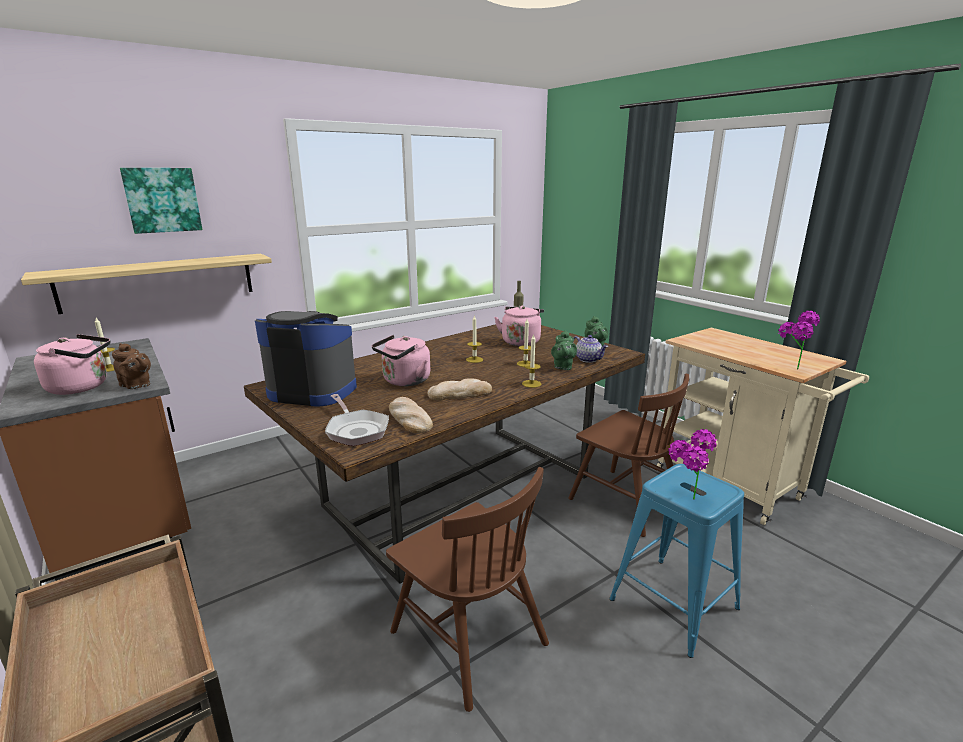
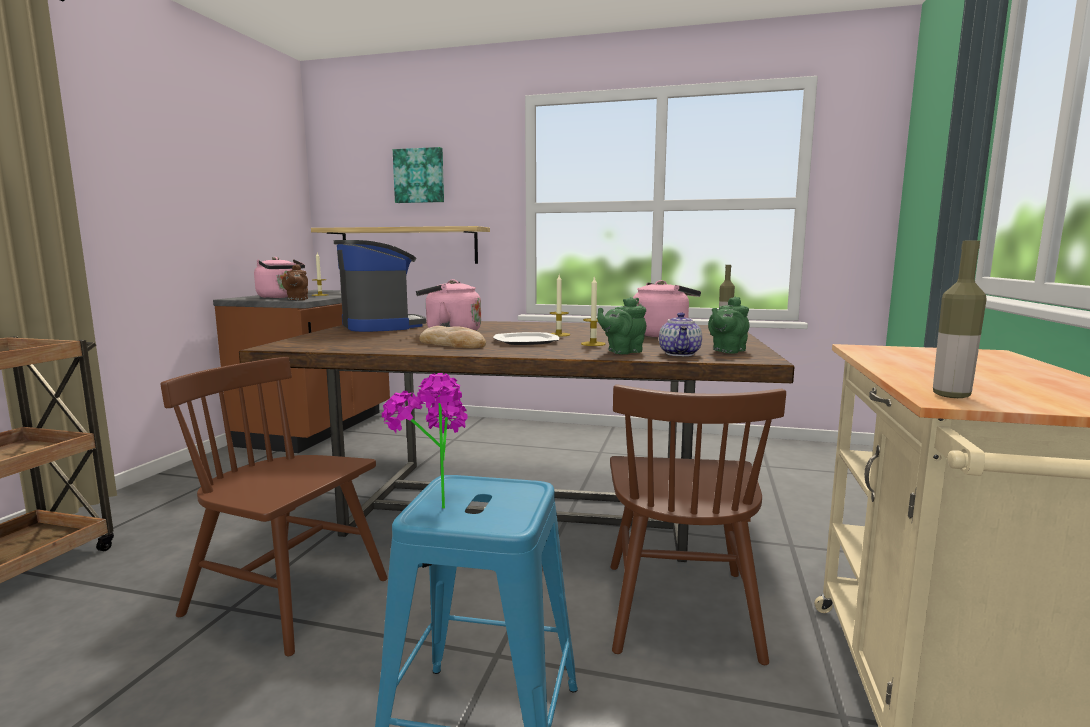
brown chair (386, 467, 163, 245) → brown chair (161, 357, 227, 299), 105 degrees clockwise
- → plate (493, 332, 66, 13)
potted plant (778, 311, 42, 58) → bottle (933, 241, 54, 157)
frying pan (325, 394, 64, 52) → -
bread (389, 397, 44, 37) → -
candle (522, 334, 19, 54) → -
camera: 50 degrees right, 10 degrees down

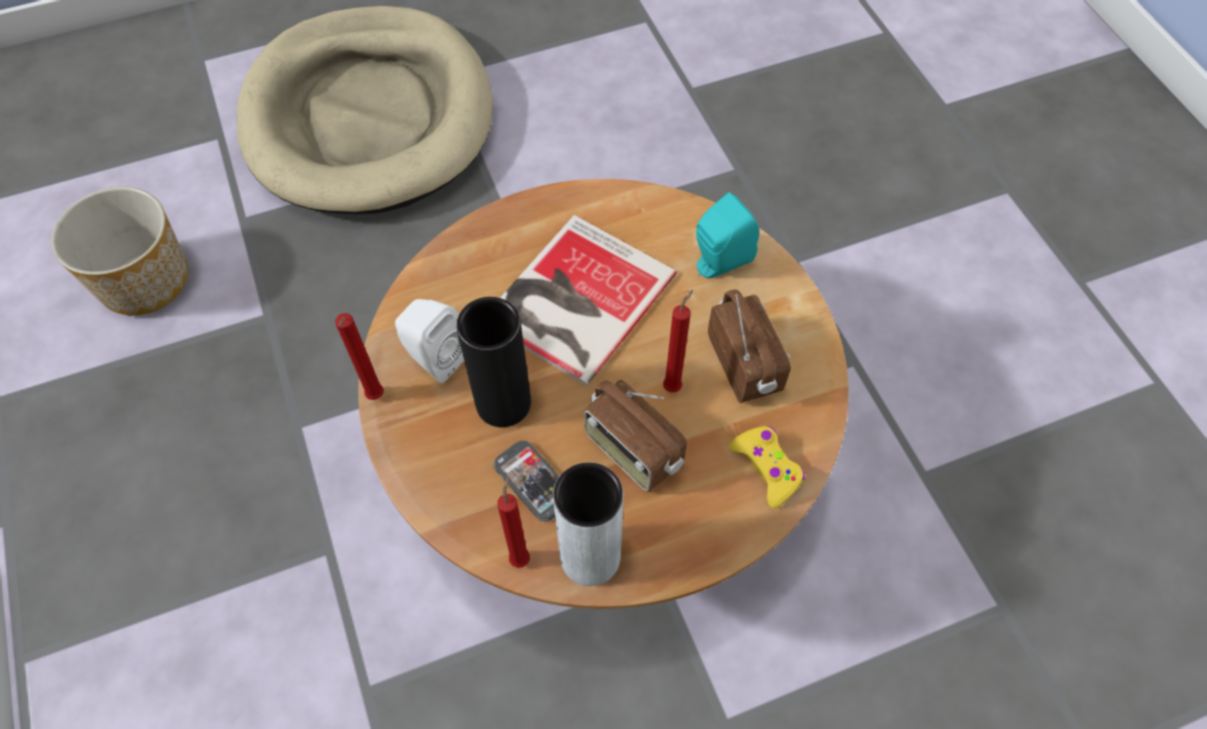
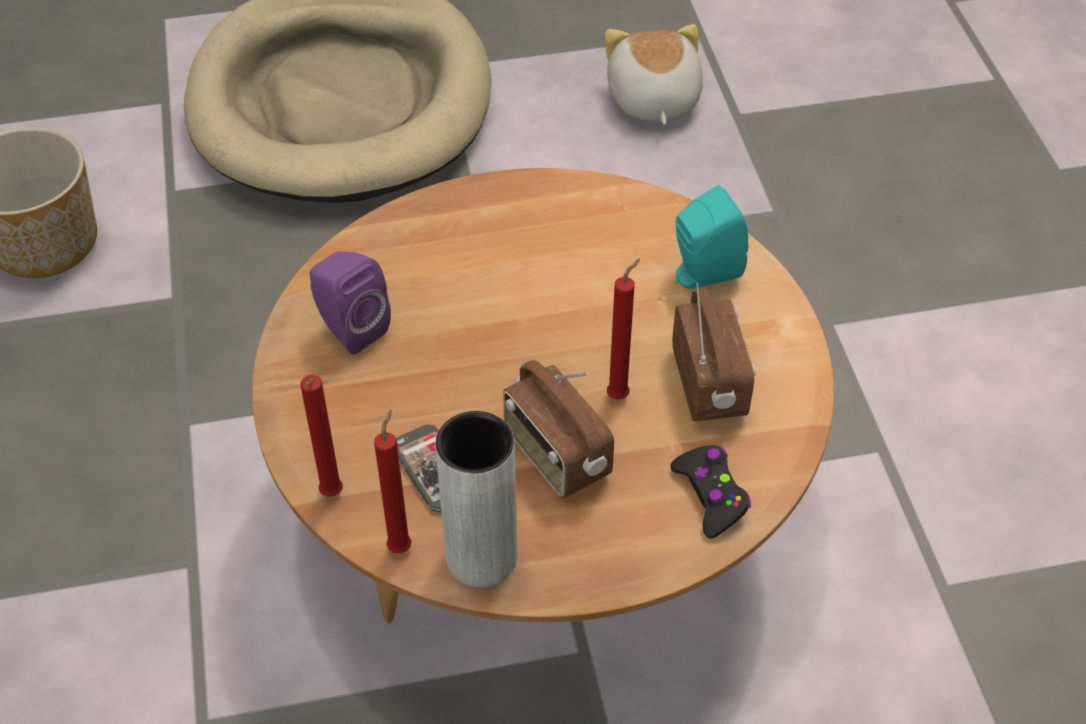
red candle (335, 313, 49, 87) → red candle (301, 375, 42, 122), moved
white speaker (395, 299, 69, 84) → purple speaker (310, 251, 81, 103)
- → plush toy (605, 24, 98, 101)
yellow game controller (729, 426, 76, 82) → black game controller (670, 445, 81, 94)
black vase (457, 297, 74, 130) → -
book (500, 215, 177, 171) → -
camera: 10 degrees right, 10 degrees down

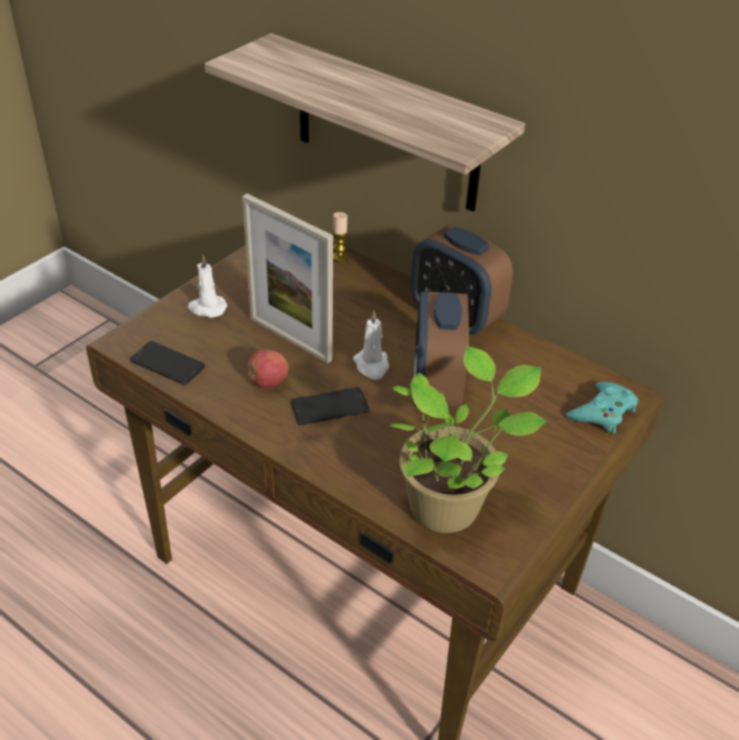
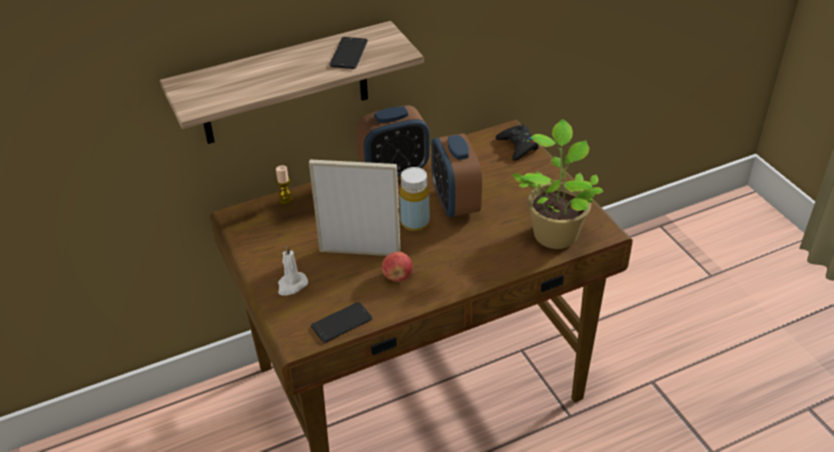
picture frame (242, 193, 91, 170) → picture frame (309, 159, 92, 97), 150 degrees counterclockwise
phone (291, 387, 79, 38) → phone (329, 37, 39, 32), moved
white candle (353, 310, 36, 70) → yellow bottle (400, 167, 30, 64)
alarm clock (413, 291, 56, 119) → alarm clock (431, 133, 51, 84), 45 degrees clockwise
turquoise game controller (566, 382, 72, 52) → black game controller (496, 124, 43, 37)
camera: 60 degrees left, 0 degrees up

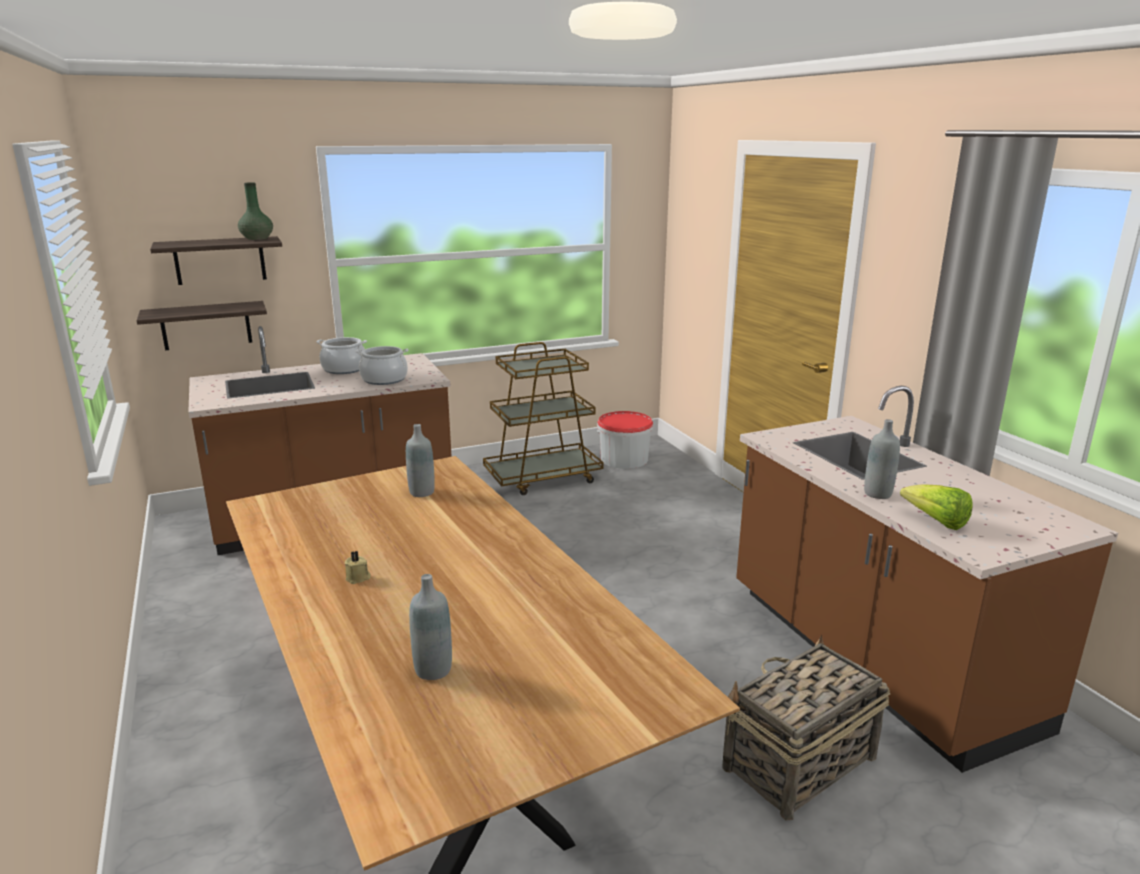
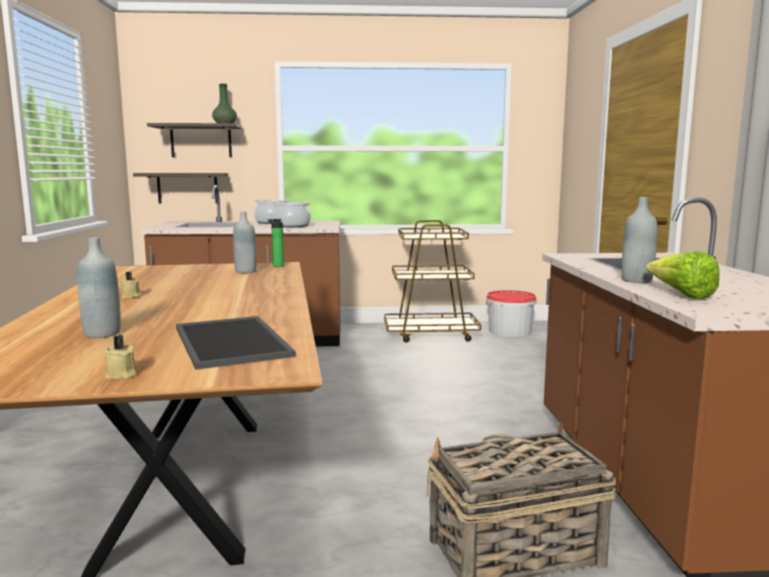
- → beige candle (105, 335, 32, 44)
- → tray (176, 316, 120, 54)
- → bottle (268, 219, 16, 48)
camera: 20 degrees right, 10 degrees down

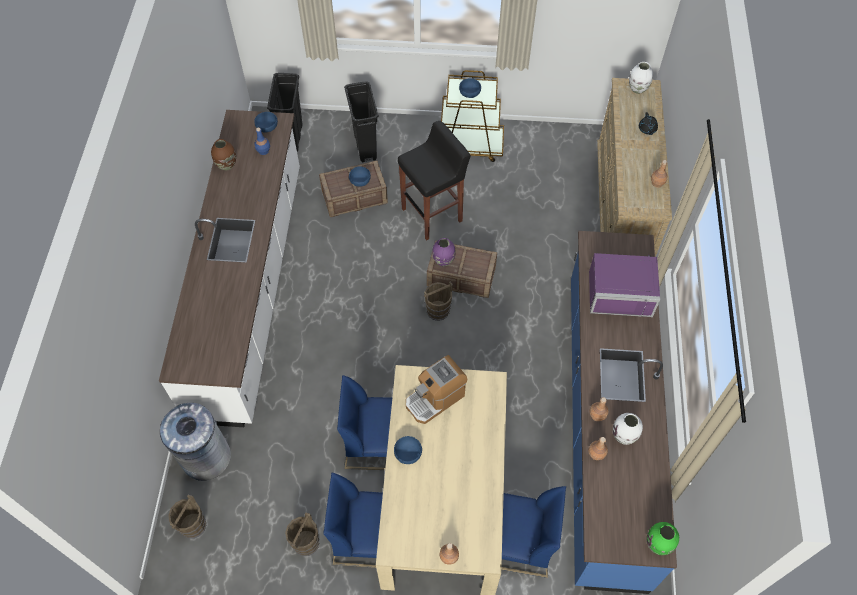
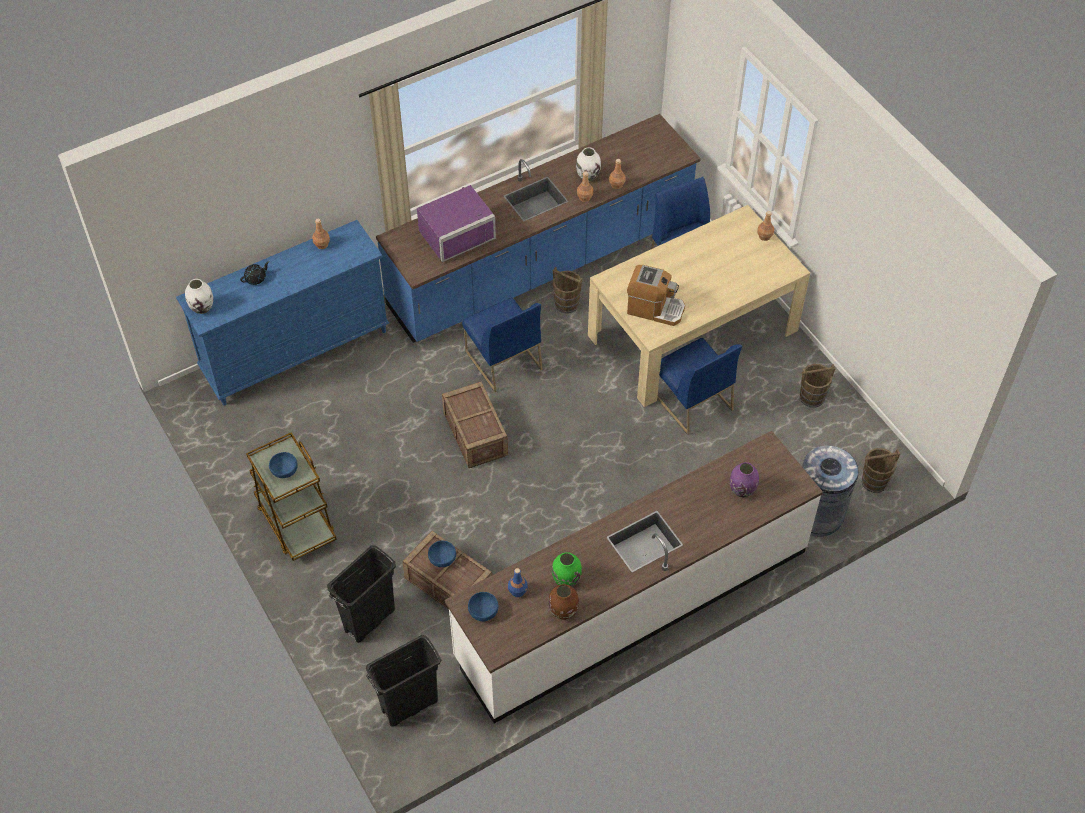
beige dresser (597, 78, 75, 179) → blue dresser (176, 220, 213, 185)
purple microwave (589, 253, 71, 64) → purple microwave (417, 185, 79, 77), 90 degrees clockwise
blue chair (323, 472, 60, 96) → blue chair (462, 298, 81, 94), moved
green vase (647, 522, 32, 33) → green vase (552, 552, 30, 35), moved
brown bucket (424, 281, 29, 40) → brown bucket (553, 267, 29, 46), moved
purple vase (432, 238, 24, 28) → purple vase (730, 462, 29, 36), moved
blue bowl (394, 436, 28, 28) → -
black stool (398, 121, 73, 119) → -
camera: 125 degrees left, 5 degrees down

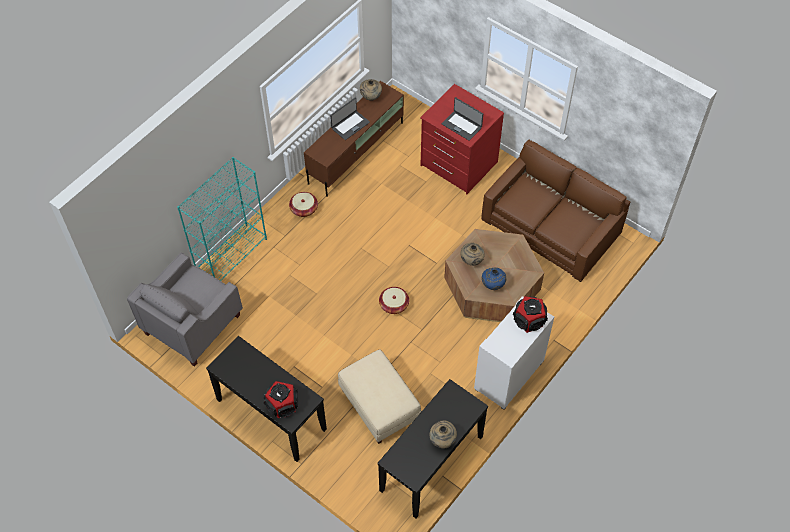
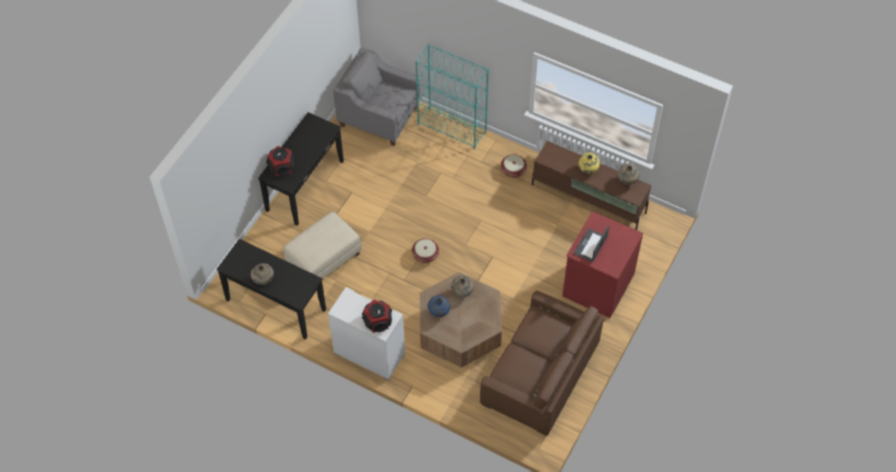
laptop (330, 98, 40, 42) → yellow vase (579, 152, 21, 22)
camera: 80 degrees right, 0 degrees up

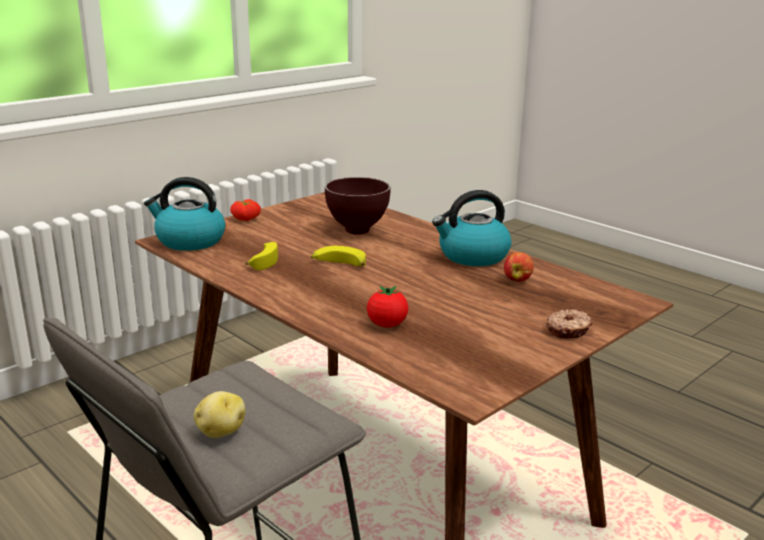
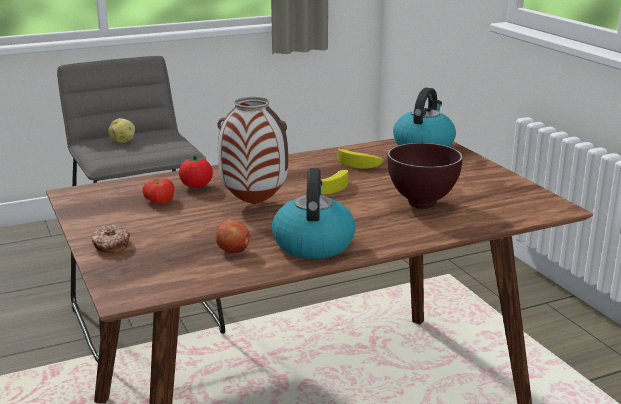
tomato (230, 199, 31, 22) → tomato (142, 178, 33, 26), moved
- → vase (218, 97, 70, 107)
camera: 110 degrees right, 0 degrees up

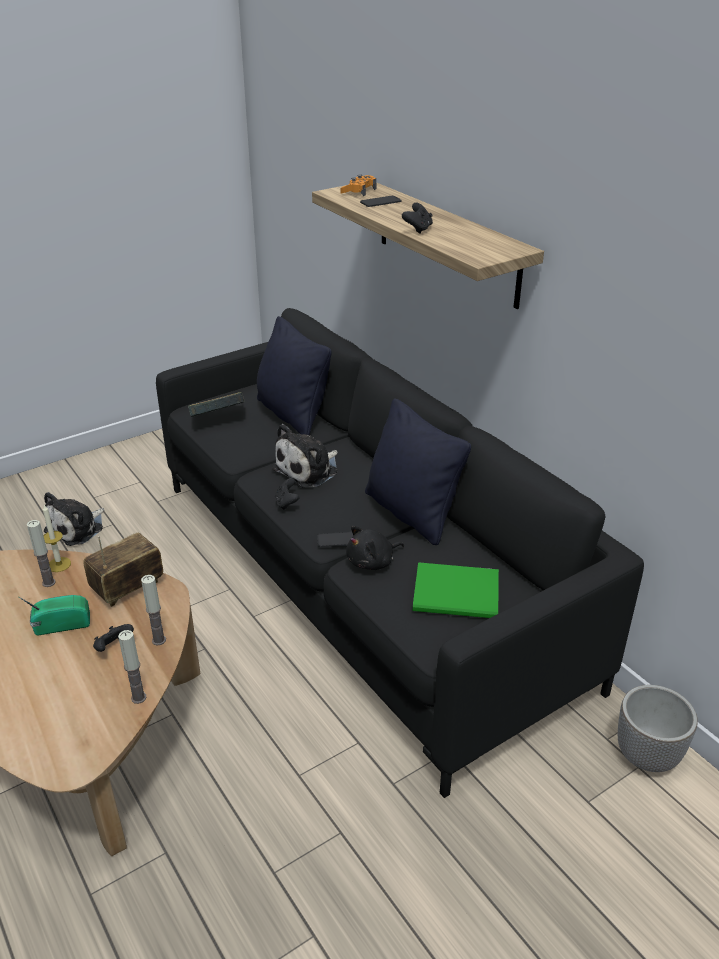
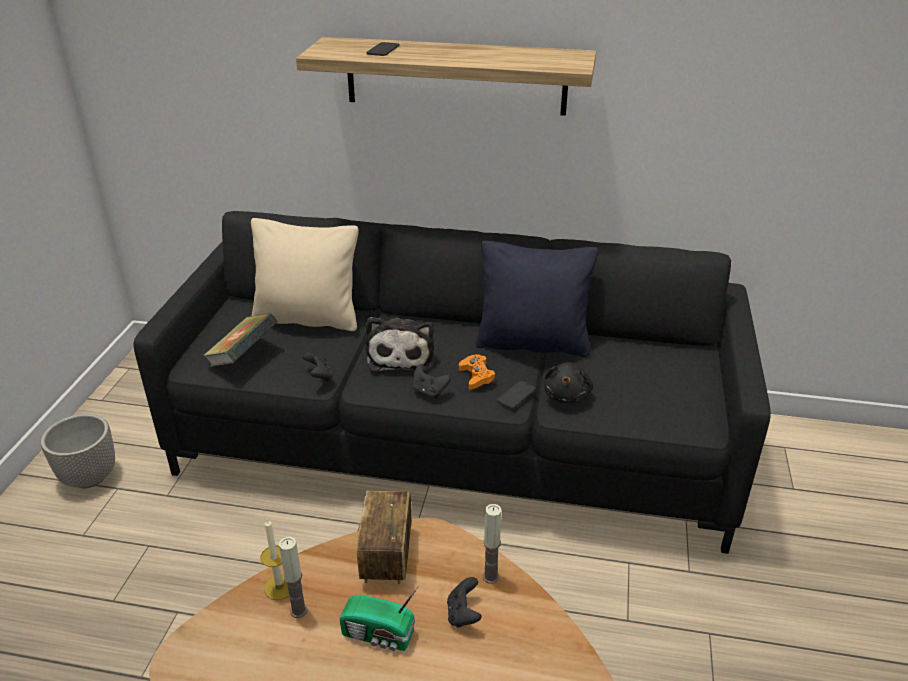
planter (618, 685, 80, 87) → planter (41, 414, 74, 74), moved
black pillow (257, 316, 75, 119) → beige pillow (251, 218, 108, 113)
black game controller (402, 203, 31, 31) → black game controller (302, 352, 31, 29), moved
radio (19, 595, 71, 40) → radio (340, 587, 78, 64), 105 degrees counterclockwise
orange game controller (340, 174, 37, 22) → orange game controller (459, 354, 37, 36), moved
plush toy (44, 492, 60, 54) → -
candle (118, 630, 28, 74) → -
green book (413, 562, 86, 56) → -
camera: 45 degrees left, 0 degrees up

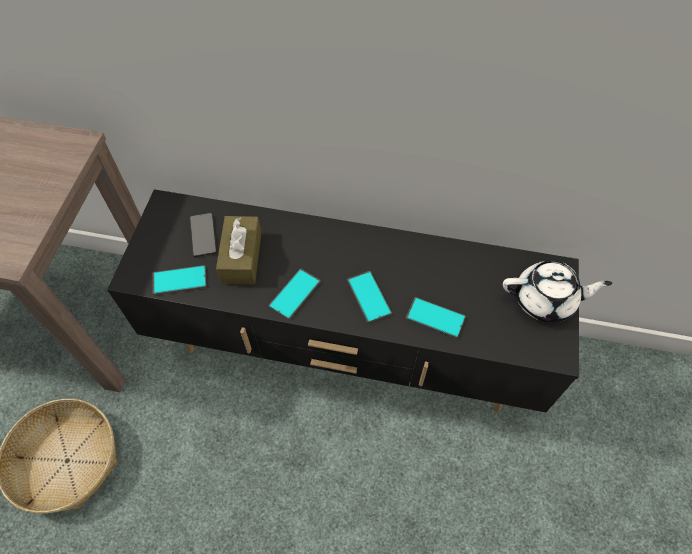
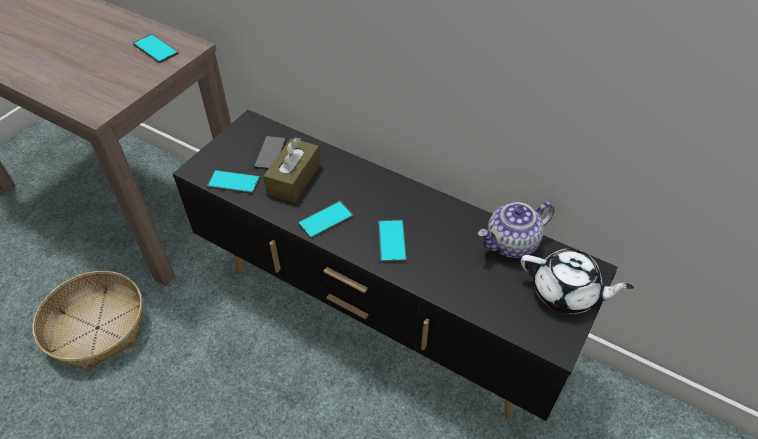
phone (406, 297, 60, 42) → phone (133, 34, 46, 29), moved
- → teapot (478, 202, 77, 56)
camera: 20 degrees right, 10 degrees down

